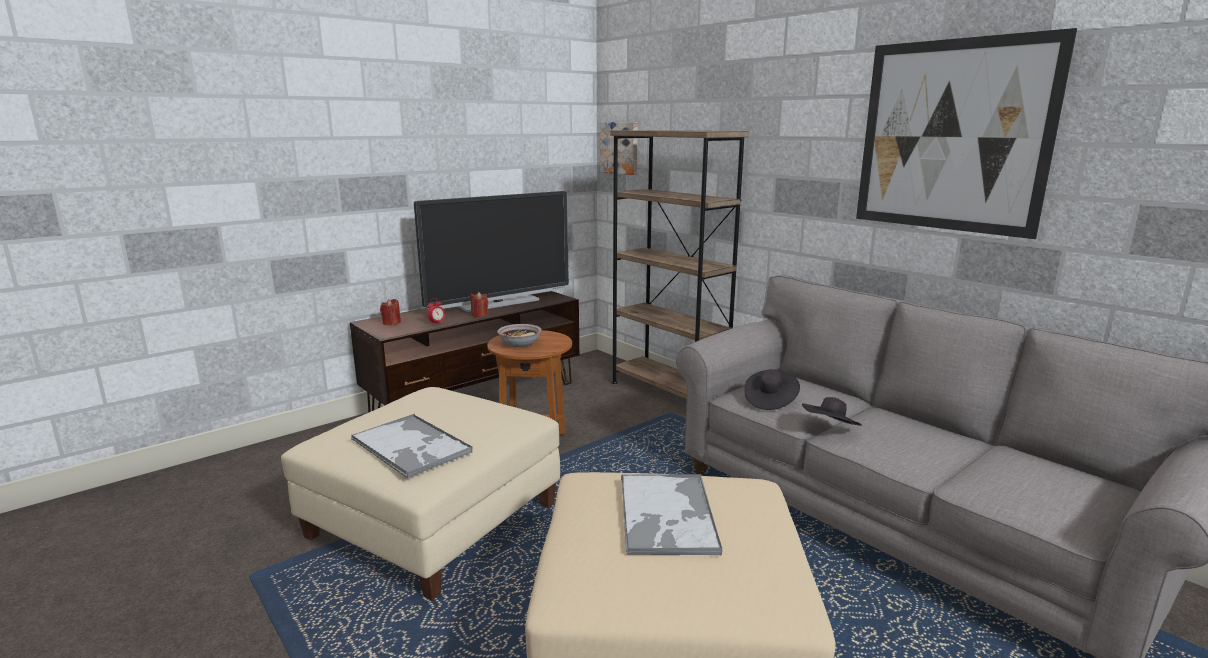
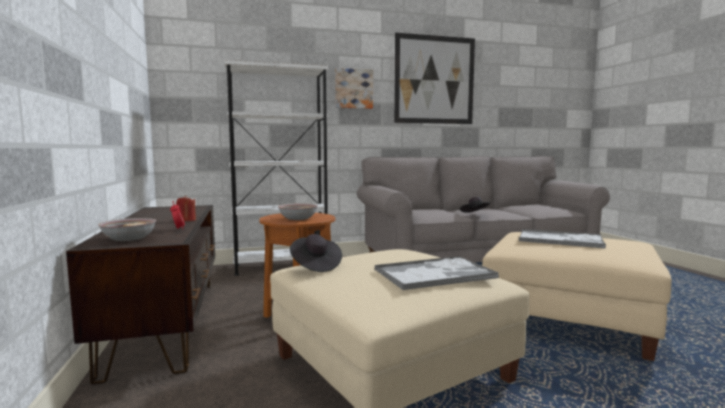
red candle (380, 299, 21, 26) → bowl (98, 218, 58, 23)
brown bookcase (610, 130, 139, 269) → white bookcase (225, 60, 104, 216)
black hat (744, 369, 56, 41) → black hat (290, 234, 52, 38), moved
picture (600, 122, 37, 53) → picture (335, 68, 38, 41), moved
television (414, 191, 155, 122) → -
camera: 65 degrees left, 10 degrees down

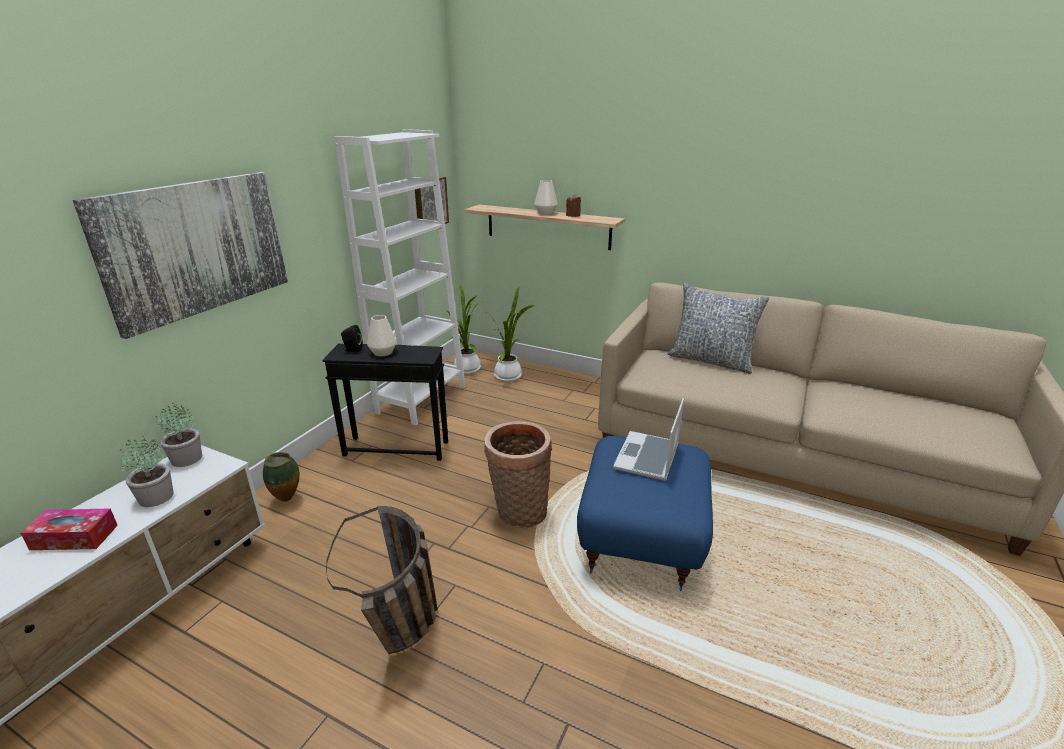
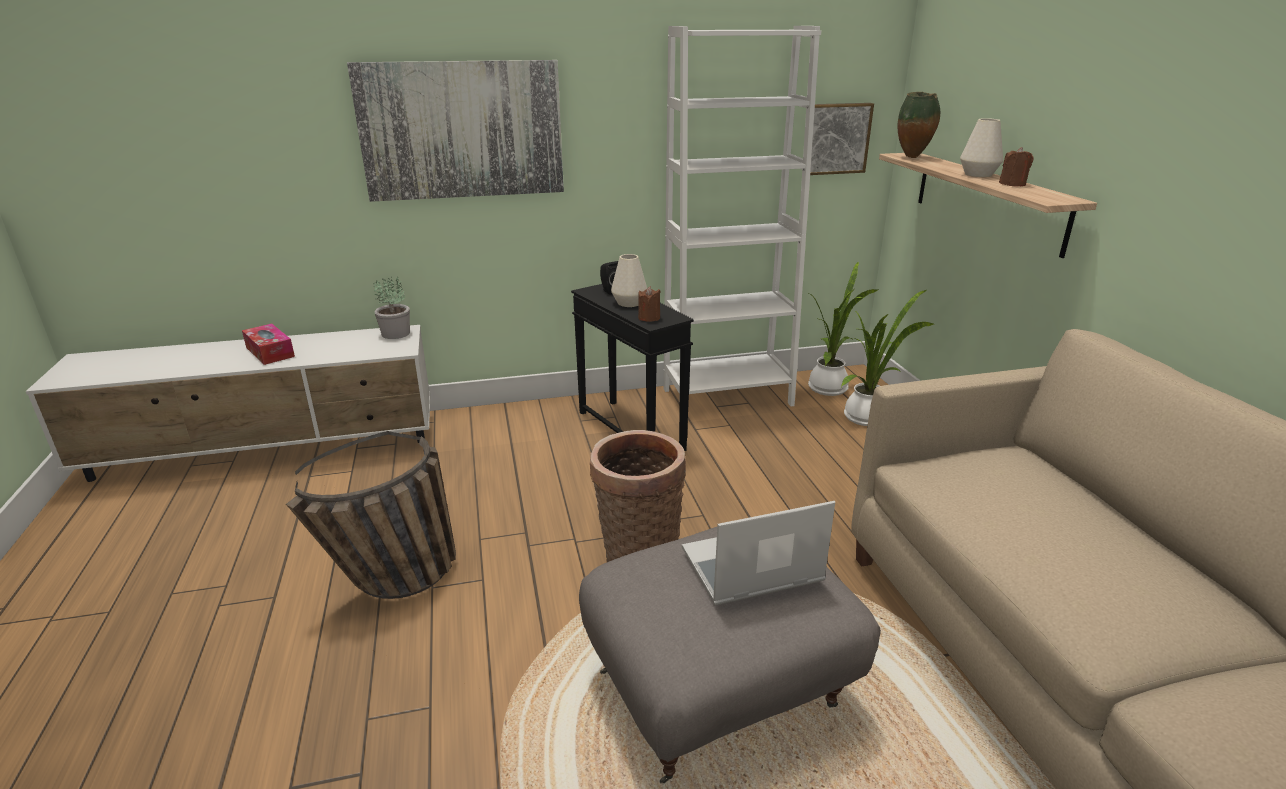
blue ottoman (577, 436, 136, 155) → grey ottoman (579, 527, 302, 256)
- → brown candle (638, 287, 23, 35)
vase (263, 452, 37, 50) → vase (897, 92, 43, 66), moved
potted plant (120, 436, 54, 71) → -
pillow (667, 283, 102, 91) → -
camera: 50 degrees right, 0 degrees up

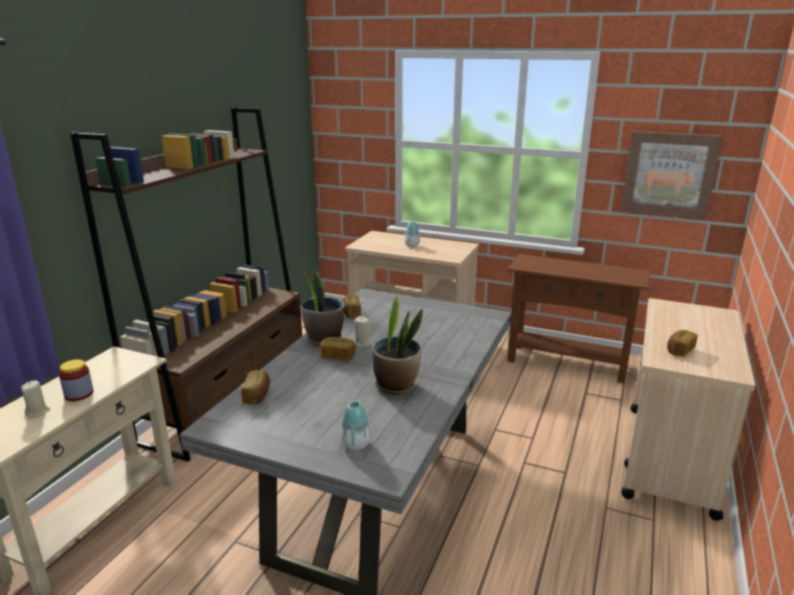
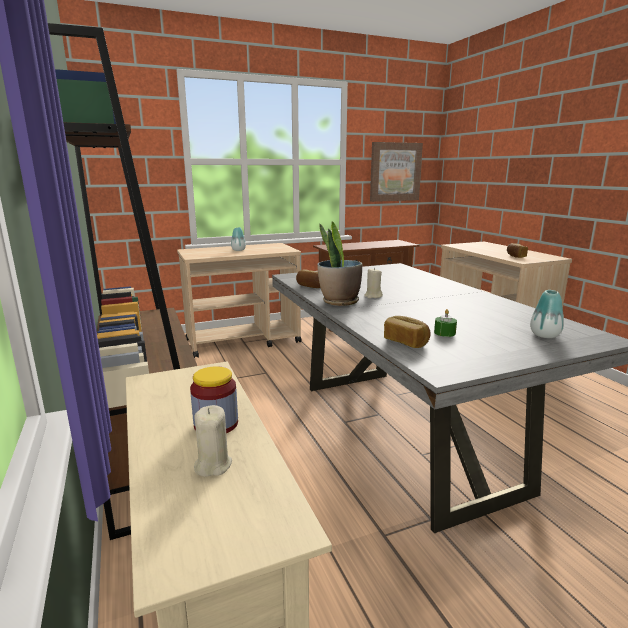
- → green candle (434, 309, 23, 28)
bread (320, 337, 36, 24) → -
potted plant (372, 294, 51, 101) → -
camera: 45 degrees left, 5 degrees down

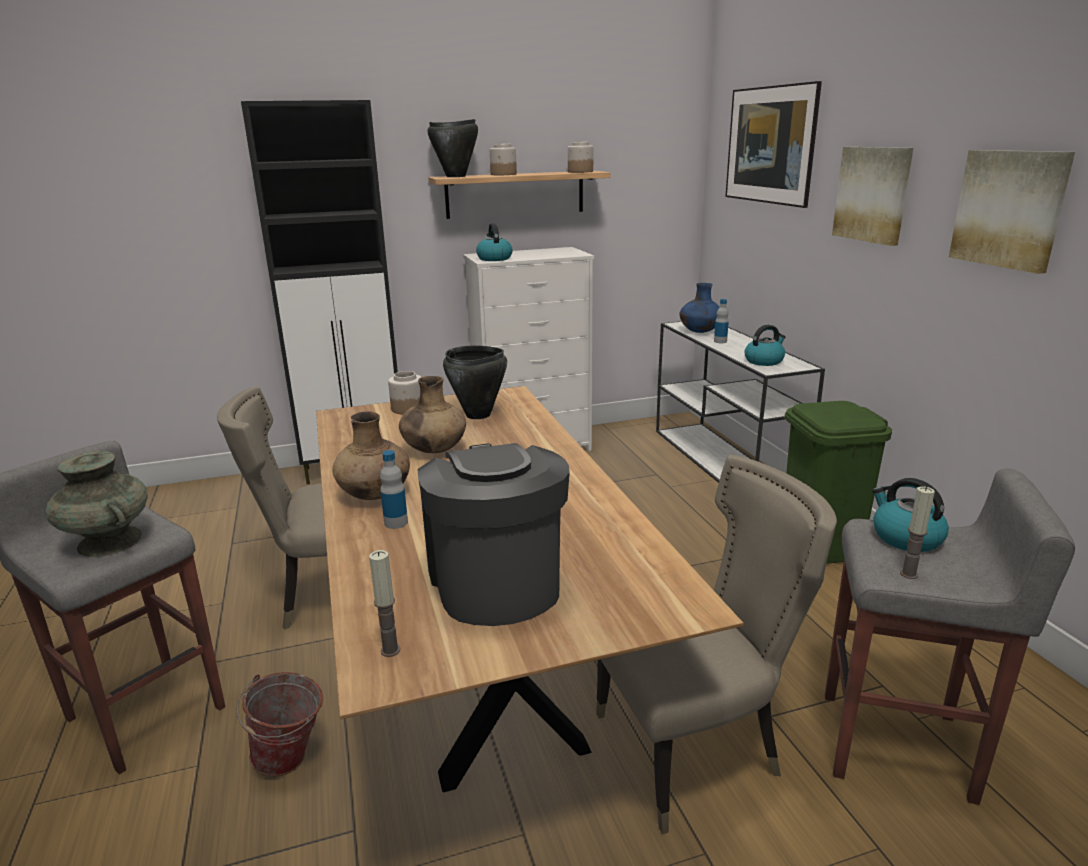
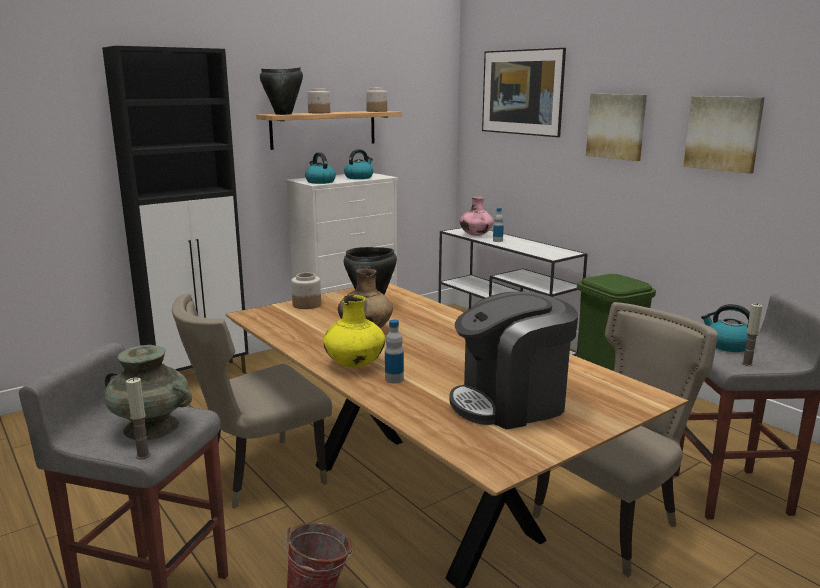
candle (369, 550, 31, 107) → candle (126, 378, 25, 81), moved
brown vase (332, 411, 78, 89) → yellow vase (323, 295, 62, 72)
kettle (744, 325, 42, 41) → kettle (344, 149, 30, 30), moved
coffee machine (418, 443, 152, 183) → coffee machine (449, 291, 129, 139), 75 degrees counterclockwise
blue vase (679, 283, 41, 50) → pink vase (460, 197, 34, 39)
camera: 20 degrees left, 5 degrees down

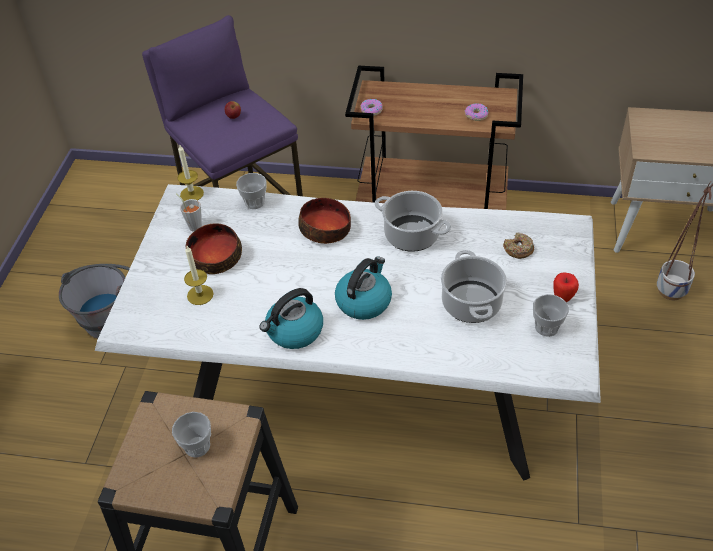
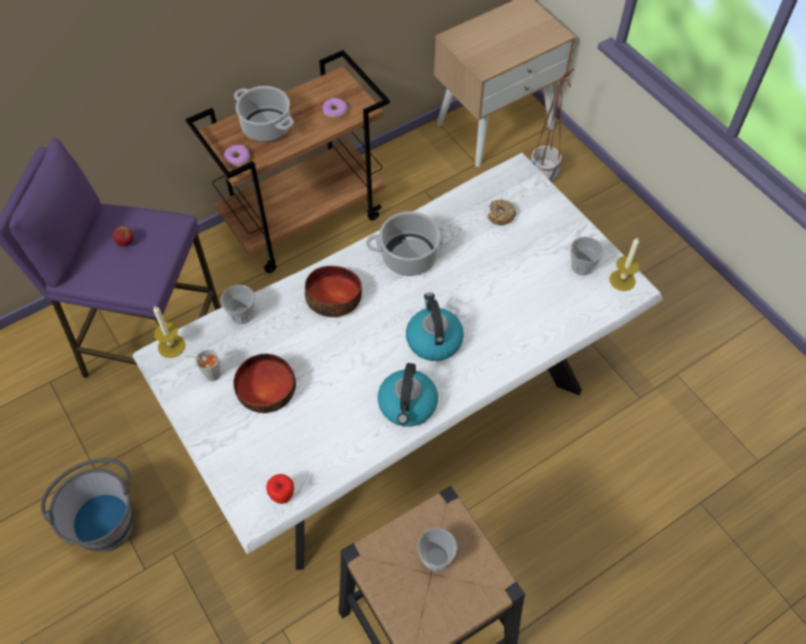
cooking pot (441, 250, 66, 73) → cooking pot (234, 86, 60, 56), moved
apple (553, 272, 26, 30) → apple (266, 474, 28, 30), moved
candle (184, 246, 30, 59) → candle (610, 238, 29, 53), moved
camera: 45 degrees left, 10 degrees up

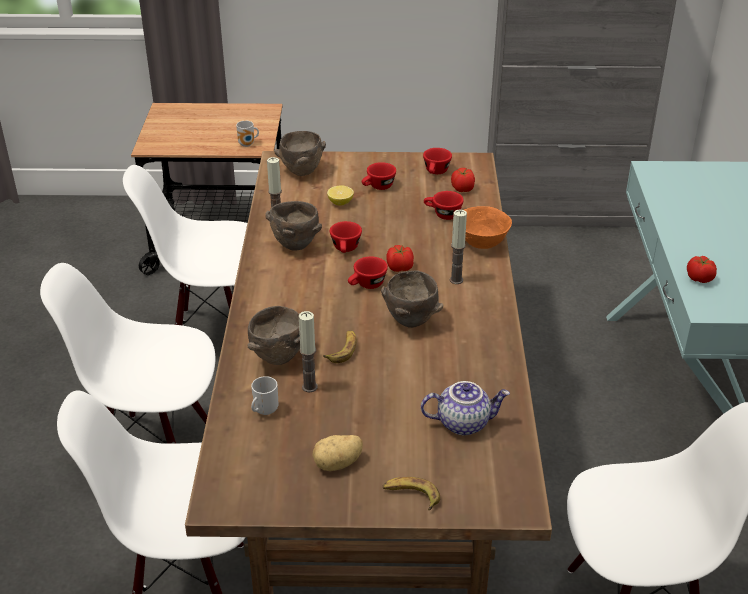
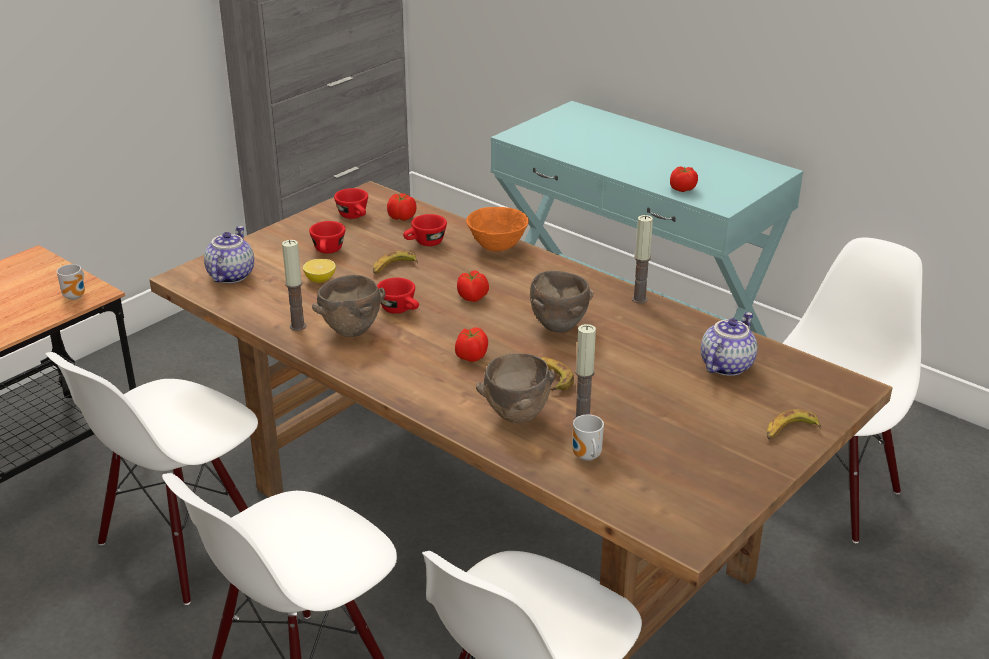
brown bowl (274, 131, 52, 45) → teapot (204, 226, 50, 57)
- → banana (373, 250, 45, 24)
- → tomato (455, 327, 33, 35)
candle (450, 209, 17, 75) → candle (632, 215, 21, 89), moved
potato (312, 435, 51, 36) → -
red cup (348, 256, 40, 33) → -
camera: 50 degrees left, 5 degrees down

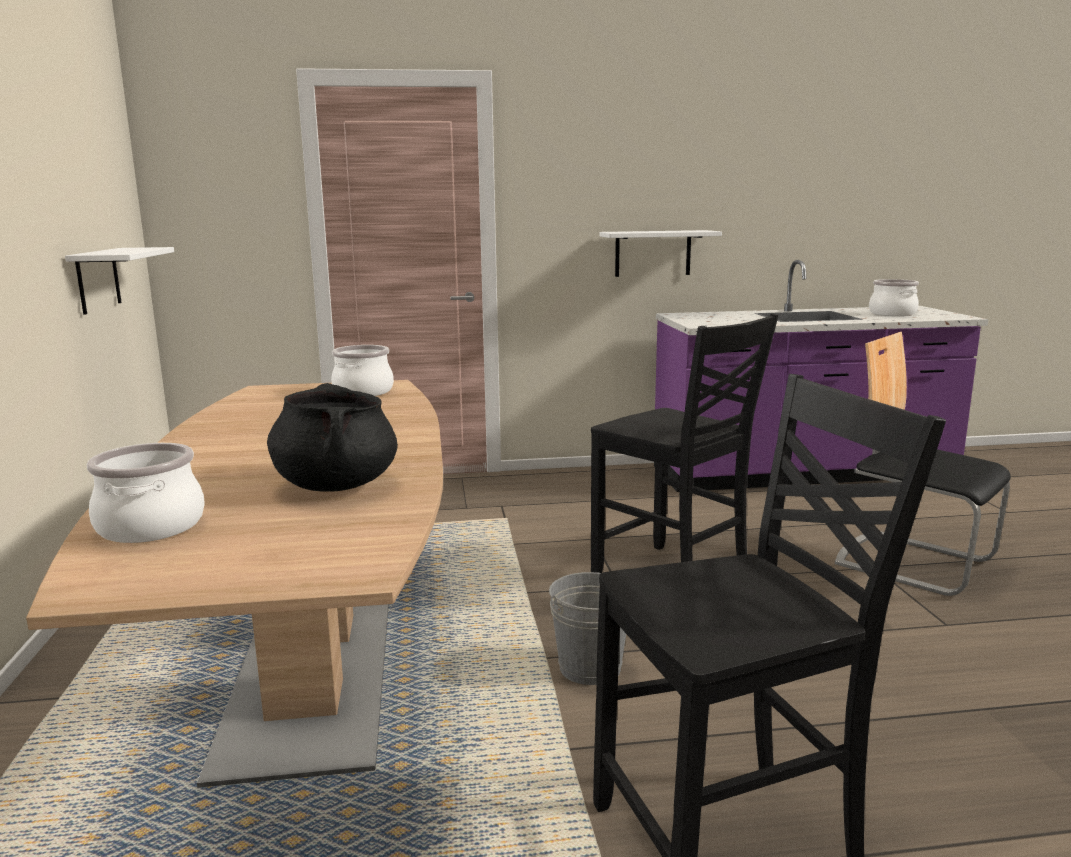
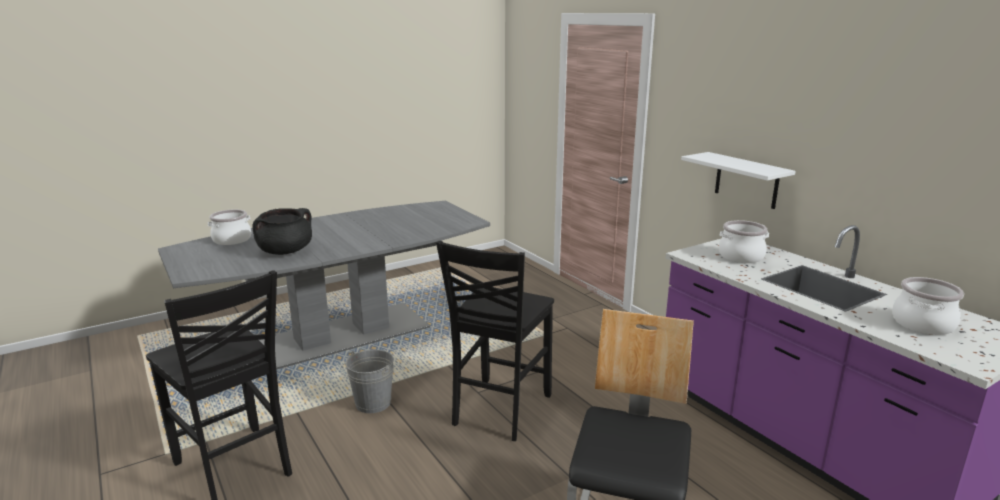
brown dining table (26, 380, 417, 408) → grey dining table (158, 201, 332, 169)
cooking pot (331, 345, 63, 51) → cooking pot (719, 220, 50, 43), moved
white shelf (65, 247, 109, 68) → -
camera: 65 degrees right, 5 degrees up

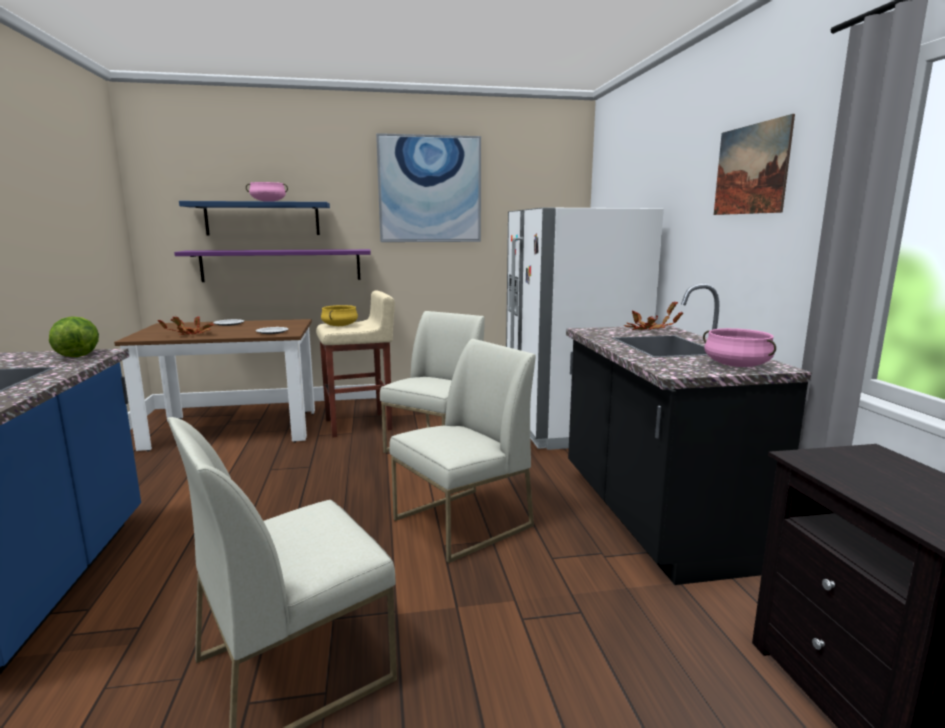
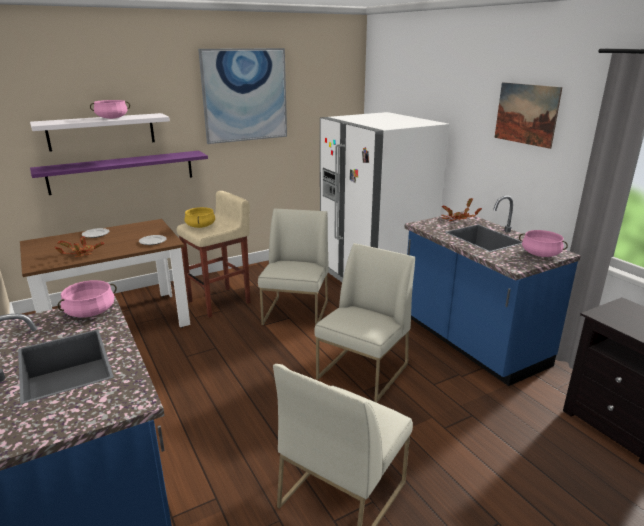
blue shelf (179, 201, 151, 34) → white shelf (30, 113, 140, 39)
lettuce (49, 316, 50, 41) → pink cooking pot (57, 280, 60, 38)
black counter (566, 284, 246, 301) → blue counter (404, 195, 177, 191)
camera: 20 degrees left, 10 degrees up

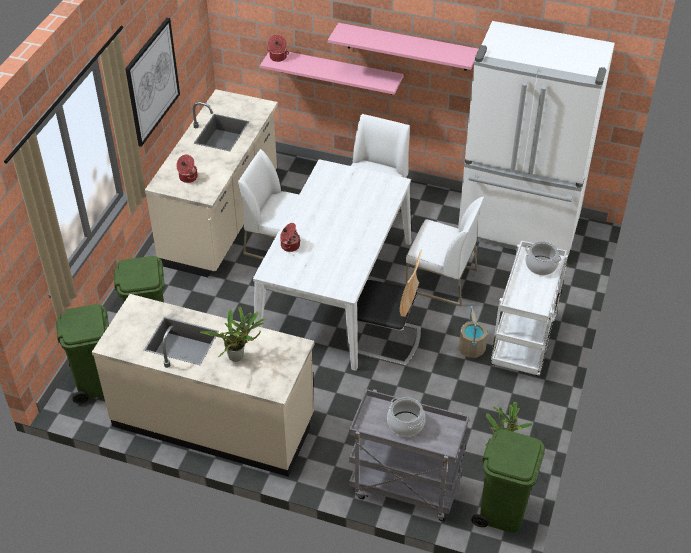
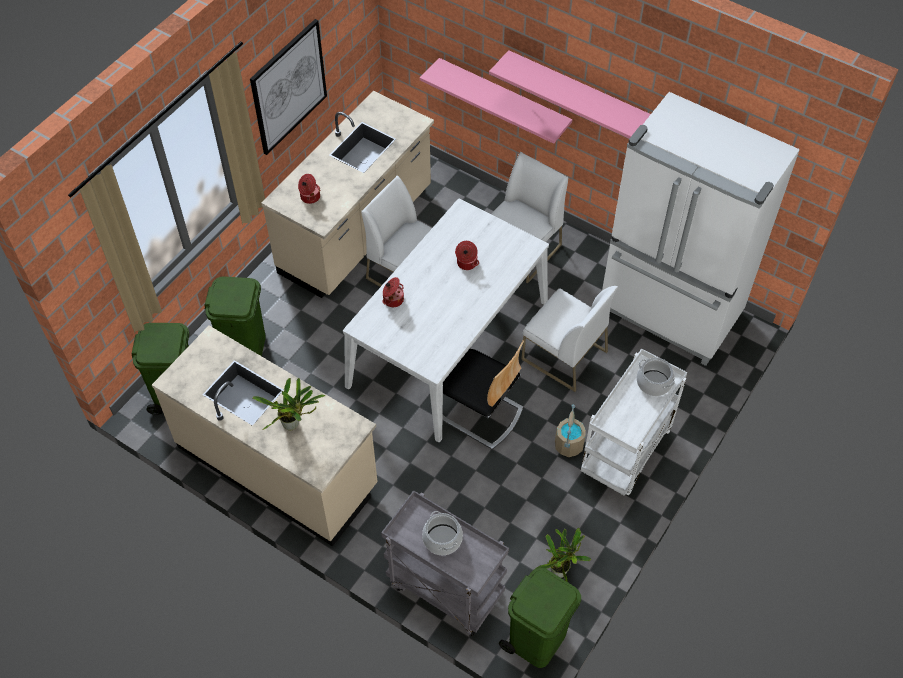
cooking pot (267, 35, 22, 27) → cooking pot (455, 241, 24, 29), moved
camera: 15 degrees right, 10 degrees up

